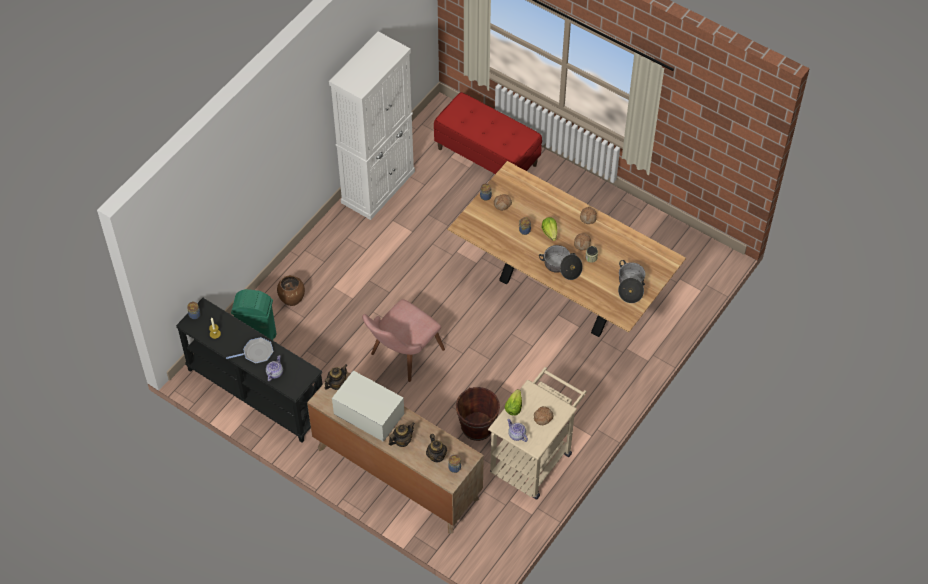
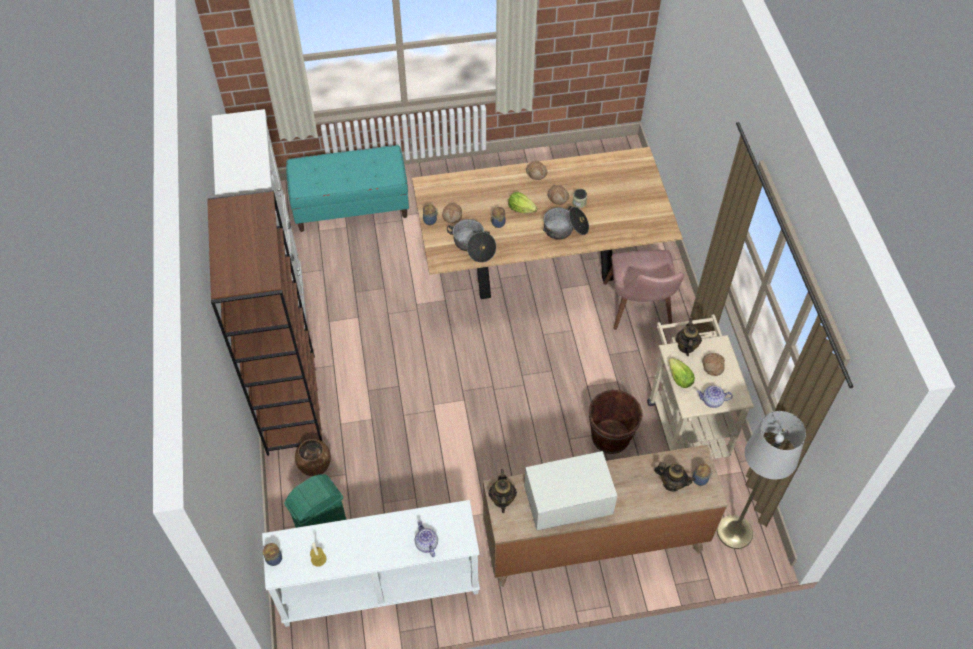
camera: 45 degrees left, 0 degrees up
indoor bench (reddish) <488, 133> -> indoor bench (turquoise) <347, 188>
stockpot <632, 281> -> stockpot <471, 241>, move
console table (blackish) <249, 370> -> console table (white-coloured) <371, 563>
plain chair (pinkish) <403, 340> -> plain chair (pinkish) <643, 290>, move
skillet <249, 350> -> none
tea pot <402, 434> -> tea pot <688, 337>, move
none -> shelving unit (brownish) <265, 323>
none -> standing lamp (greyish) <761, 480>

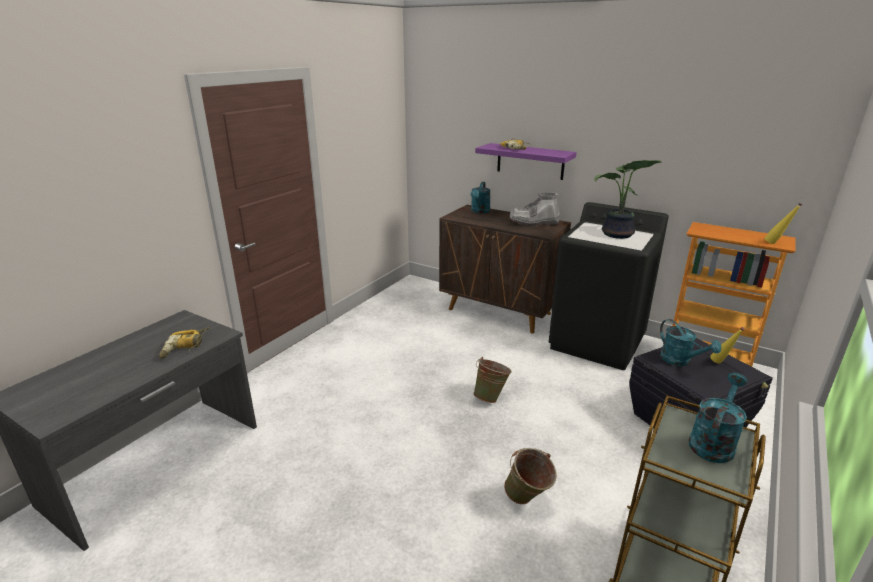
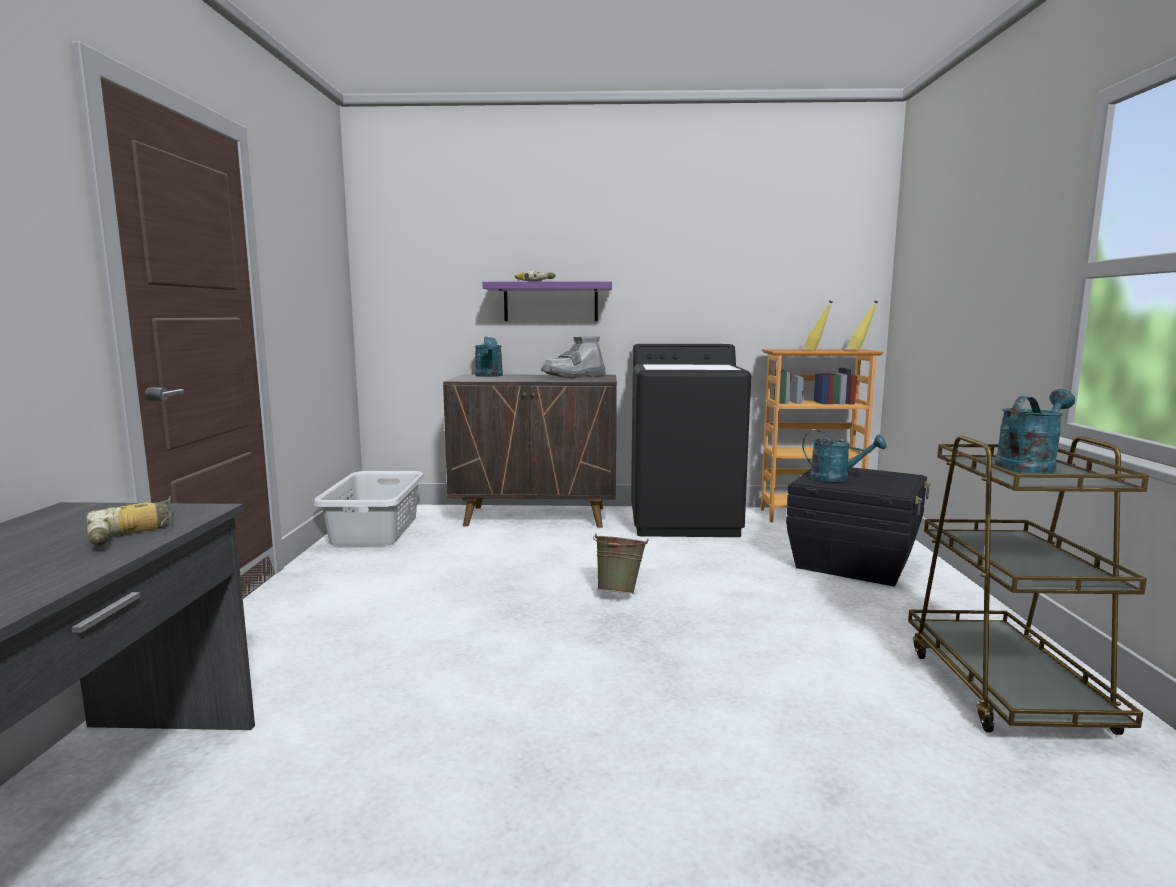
camera: 30 degrees left, 15 degrees down
houseplant <628, 199> -> none
beverage bottle (yellowish) <727, 345> -> beverage bottle (yellowish) <818, 325>, move
sprinkling can (turquoise) <718, 418> -> sprinkling can (turquoise) <1035, 431>, 45 degrees clockwise
bucket (greenish) <530, 476> -> none
none -> washing basket (greyish) <368, 508>

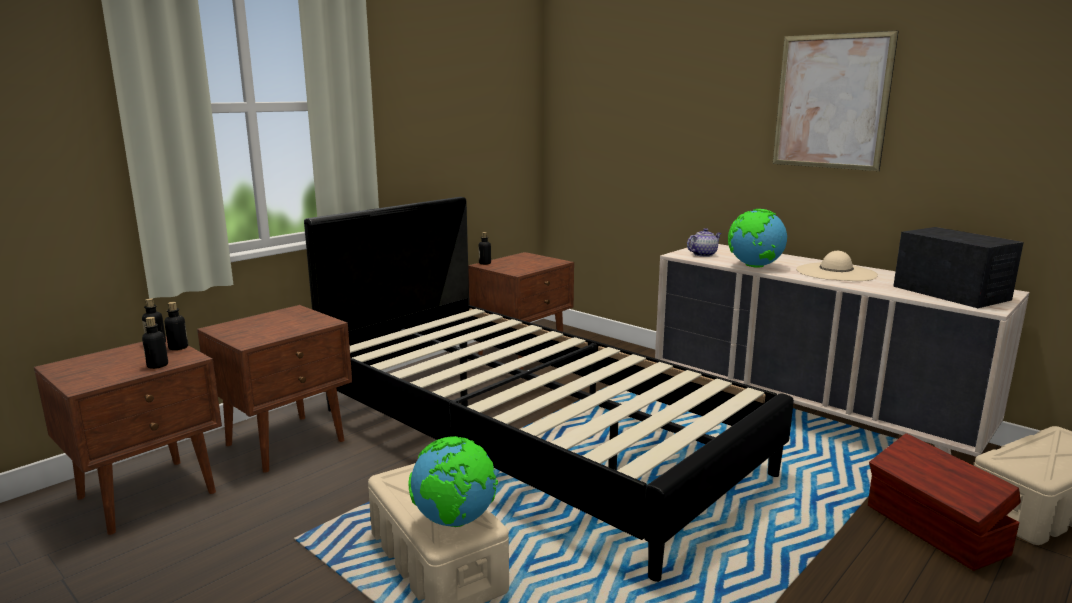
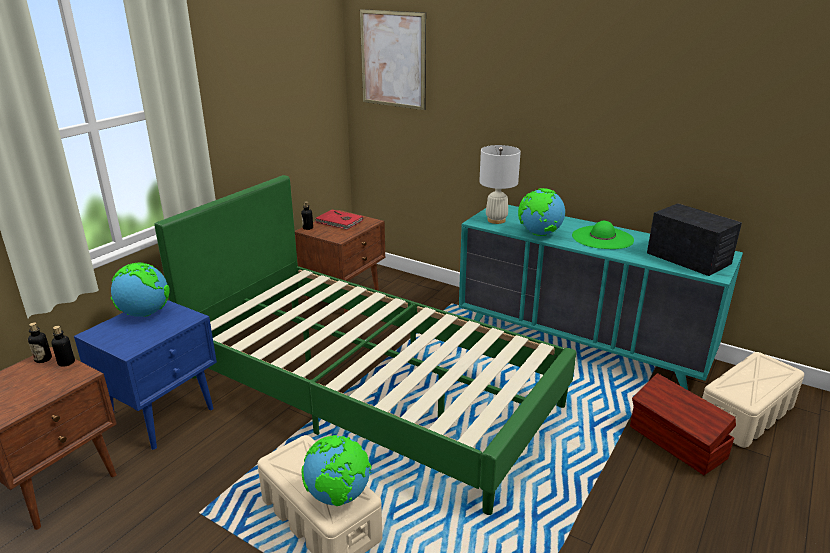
camera: 10 degrees left, 10 degrees up
picture <835, 101> -> picture <393, 59>, move
bedroom bed (blackish) <549, 389> -> bedroom bed (greenish) <365, 345>
tea pot <704, 242> -> tabletop lamp (white-coloured) <500, 184>
dresser (beige-coloured) <842, 350> -> dresser (turquoise) <601, 297>
wearable hat (beige-coloured) <837, 266> -> wearable hat (greenish) <603, 235>
bedside table (brownish) <274, 389> -> bedside table (blue) <145, 375>
beverage bottle <155, 343> -> none
none -> book (reddish) <339, 220>
none -> desk globe <140, 290>

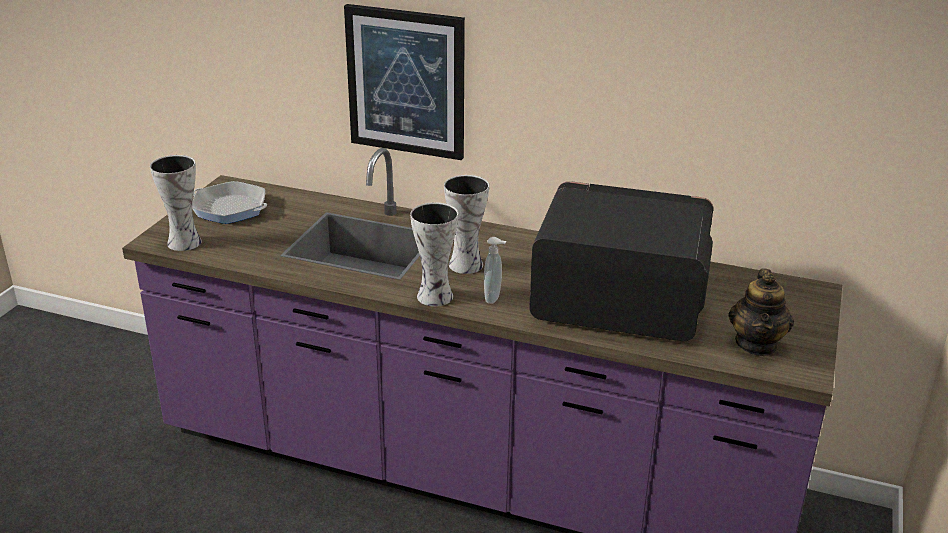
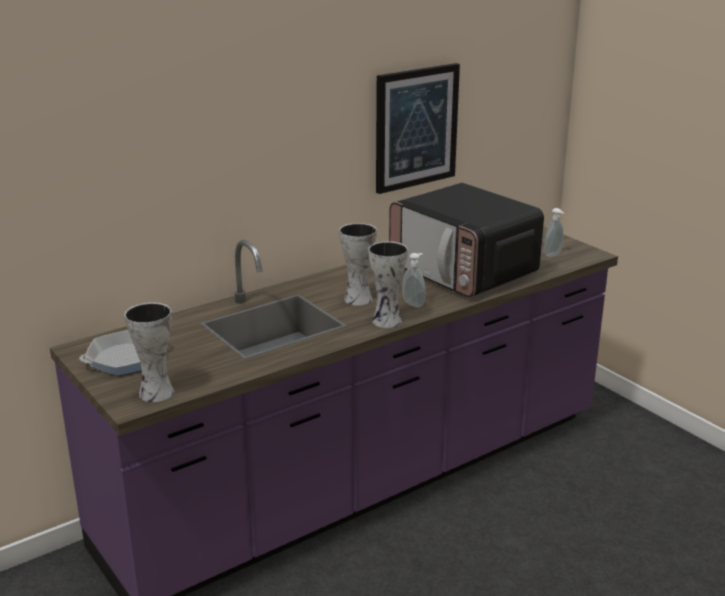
camera: 55 degrees left, 5 degrees down
picture <404, 82> -> picture <418, 128>, move
microwave <621, 261> -> microwave <466, 240>, 90 degrees counterclockwise
tea pot <761, 312> -> soap bottle <554, 232>

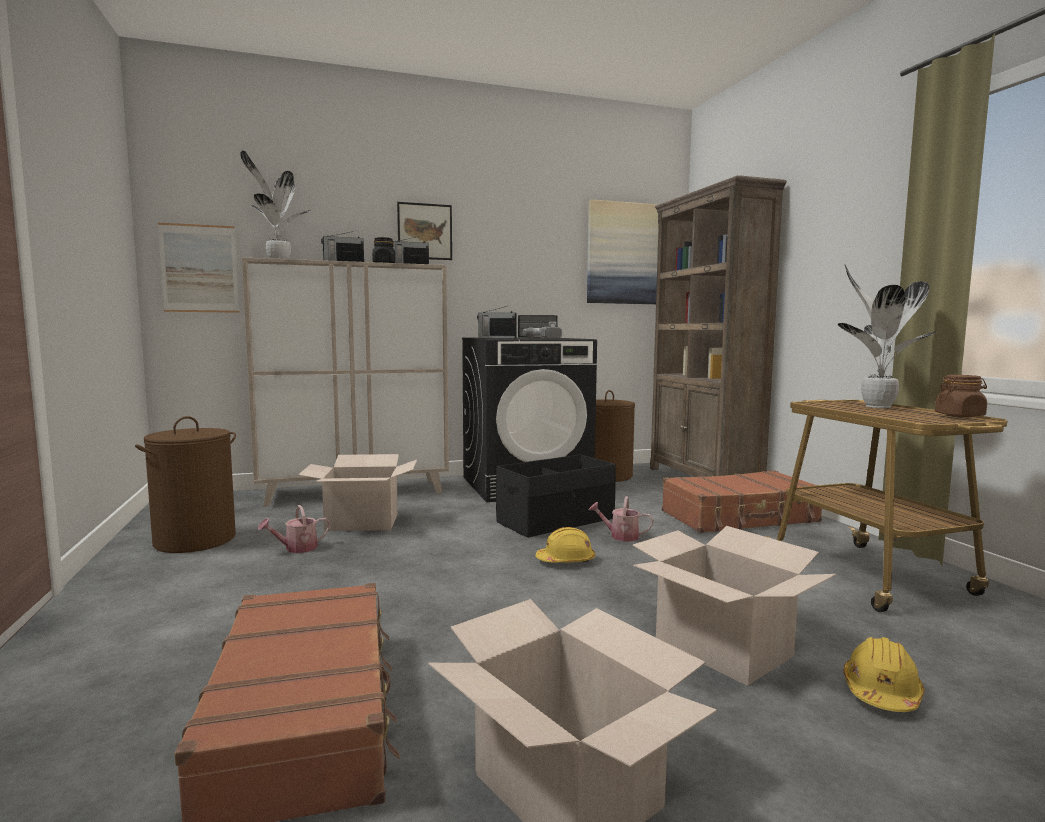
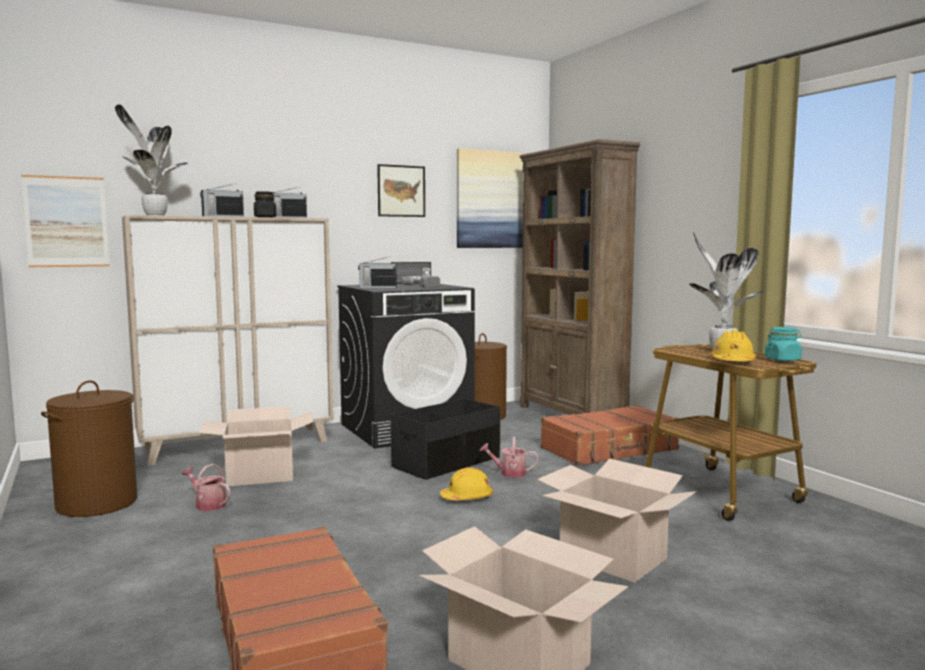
camera: 10 degrees left, 0 degrees up
picture <424, 231> -> picture <401, 190>, move
jar (brownish) <961, 396> -> jar (turquoise) <783, 344>
sprinkling can <294, 529> -> sprinkling can <206, 487>, 75 degrees clockwise
work helmet (yellowish) <884, 674> -> work helmet (yellowish) <733, 345>, move

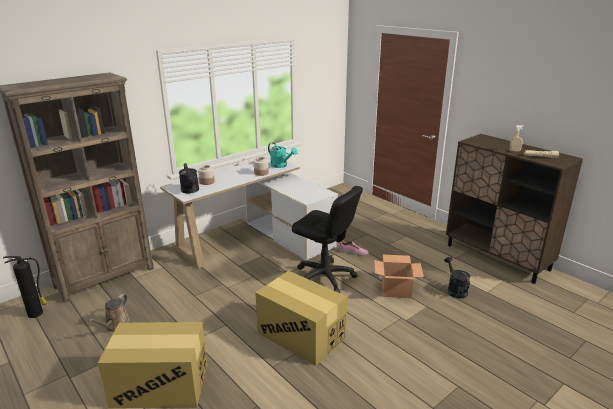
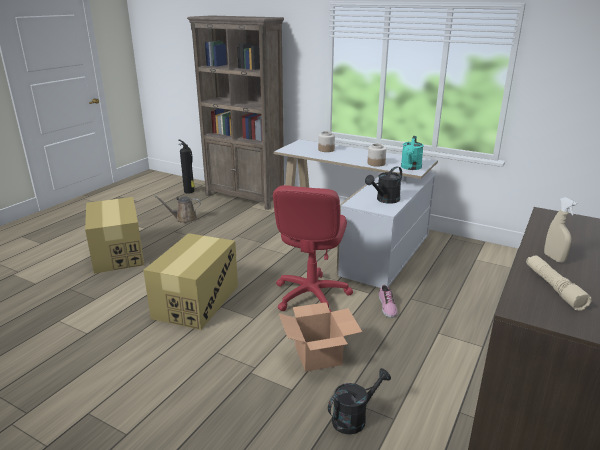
camera: 70 degrees right, 0 degrees up
sprinkling can (blackish) <189, 178> -> sprinkling can (blackish) <383, 185>, move
office chair (blackish) <327, 239> -> office chair (reddish) <313, 248>

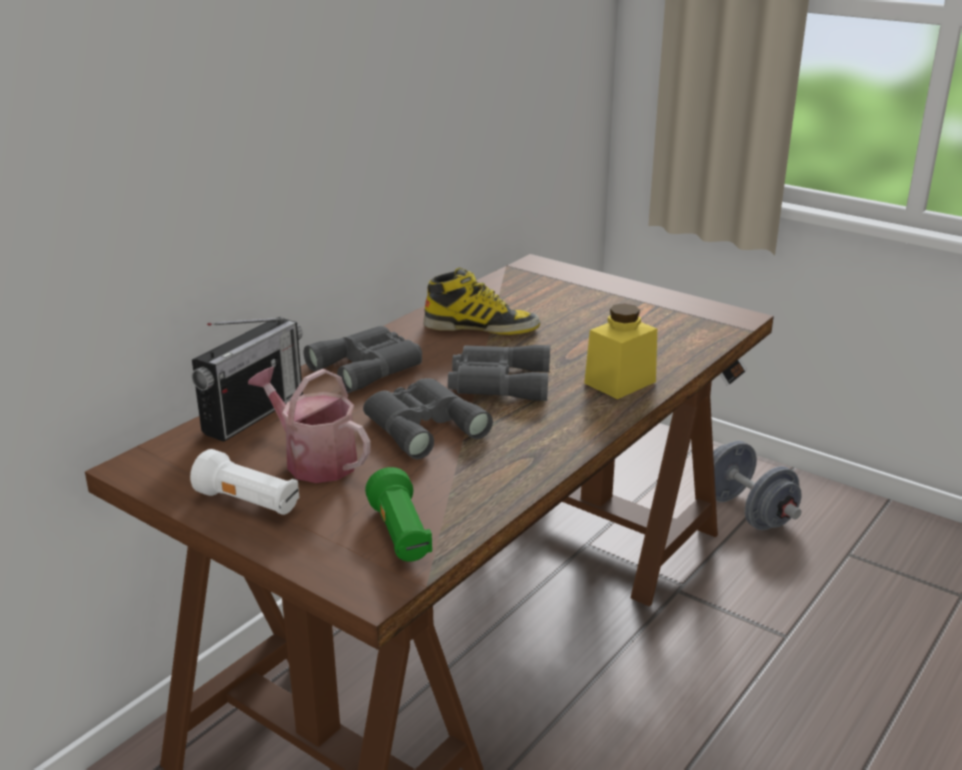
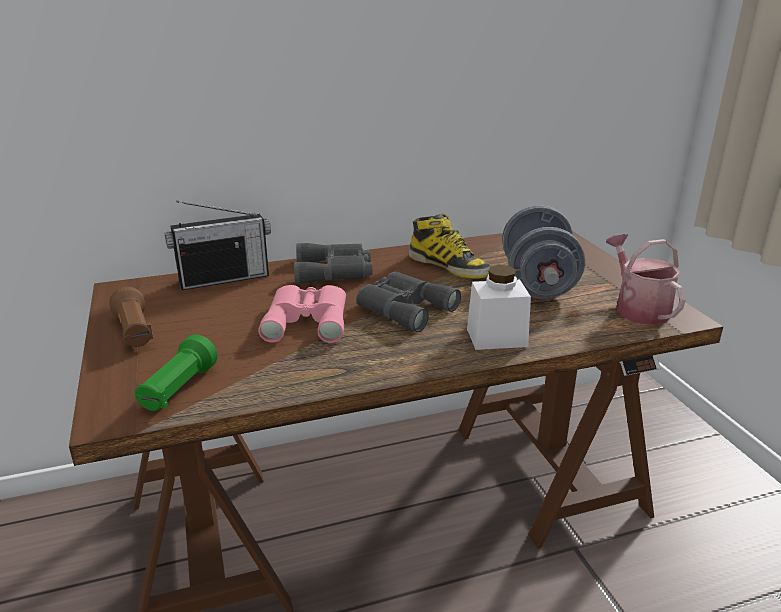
camera: 35 degrees right, 0 degrees up
jar (yellowish) <620, 351> -> jar (white-coloured) <499, 307>
sprinkling can <309, 425> -> sprinkling can <646, 279>, move
binoculars (greyish) <428, 418> -> binoculars (pinkish) <302, 314>
free weight (greyish) <757, 485> -> free weight (greyish) <543, 252>, move
hand torch (white-coloured) <244, 482> -> hand torch (brownish) <131, 317>

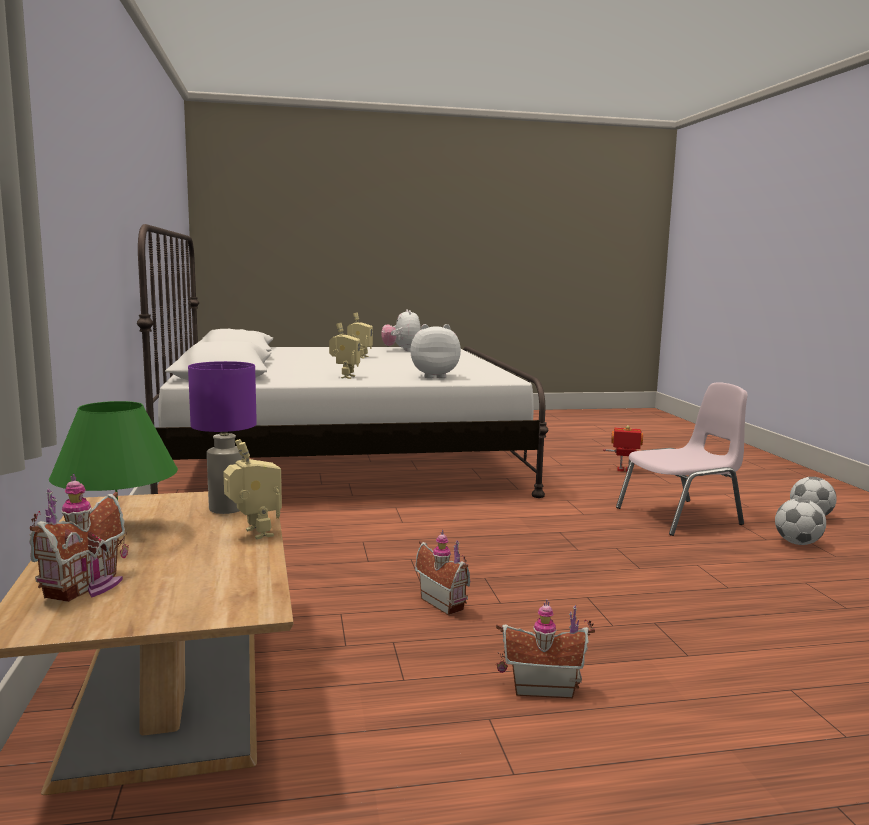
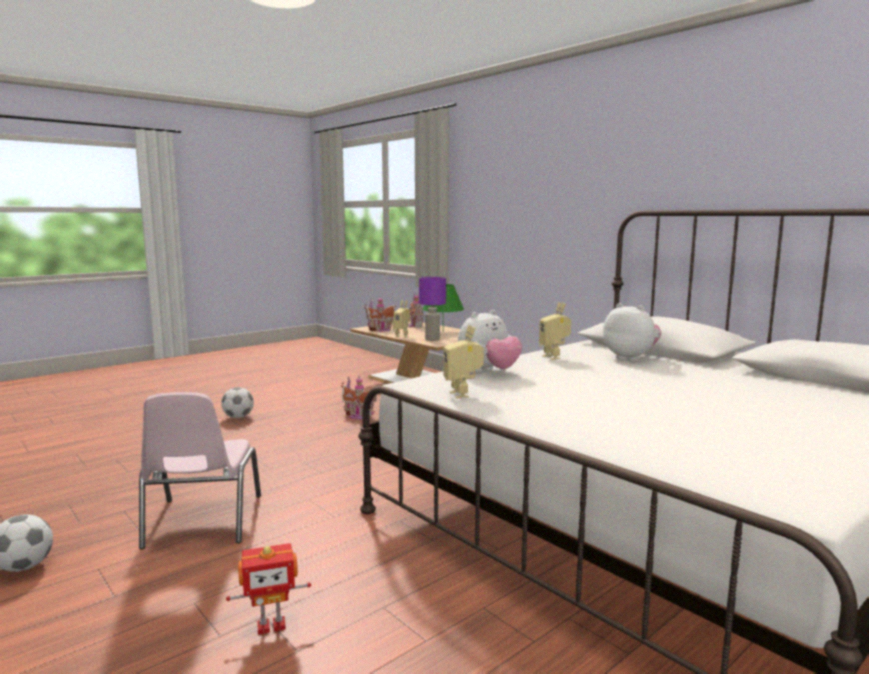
camera: 150 degrees right, 0 degrees up
cuddly toy <401, 330> -> cuddly toy <632, 332>, move
model robot <360, 335> -> model robot <463, 362>, move
plain chair (pinkish) <682, 459> -> plain chair (pinkish) <200, 470>, 45 degrees counterclockwise
football <800, 521> -> football <237, 402>, move
model house <545, 649> -> model house <380, 314>, move

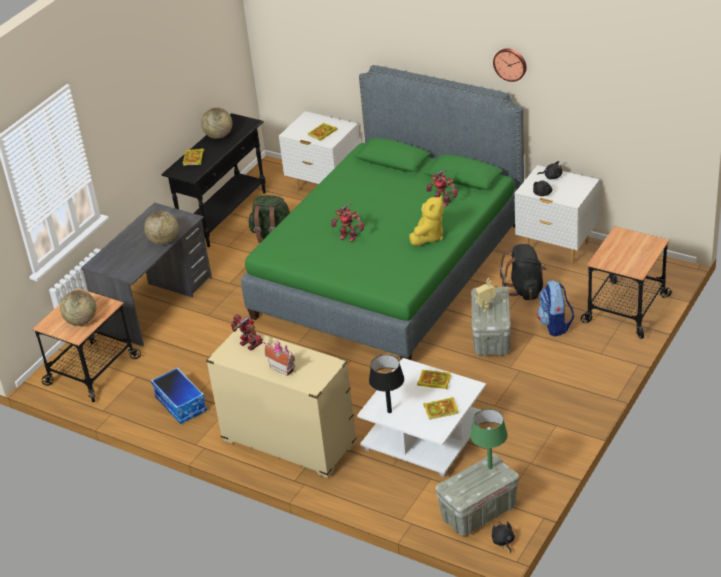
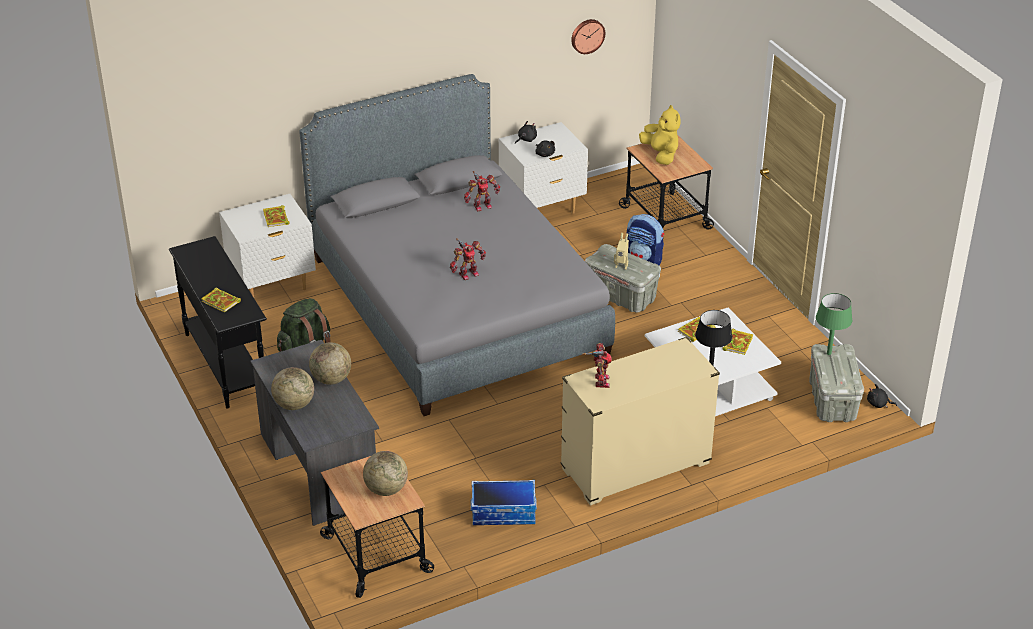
camera: 60 degrees left, 0 degrees up
clock on the wall <510, 65> -> clock on the wall <588, 36>, move
bedroom bed (greenish) <382, 212> -> bedroom bed (greyish) <457, 245>
desk globe <216, 123> -> desk globe <292, 388>, move
cuddly toy (yellowish) <426, 220> -> cuddly toy (yellowish) <660, 135>, move
knapsack (blackish) <523, 272> -> none
model robot <247, 332> -> model robot <597, 365>, 105 degrees clockwise
model house <279, 358> -> none

